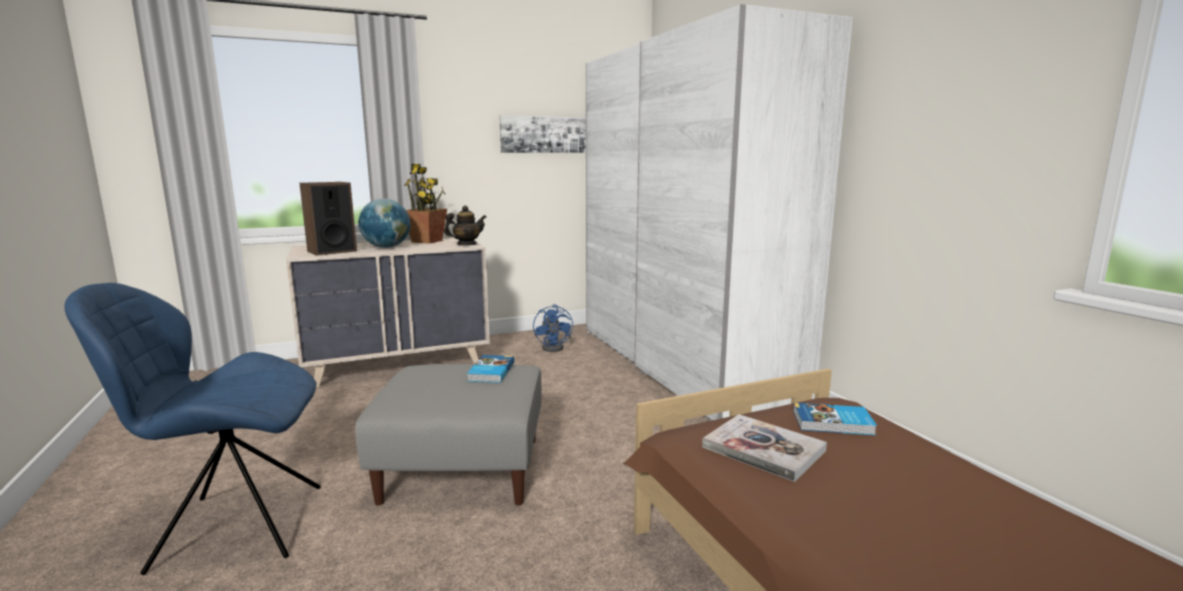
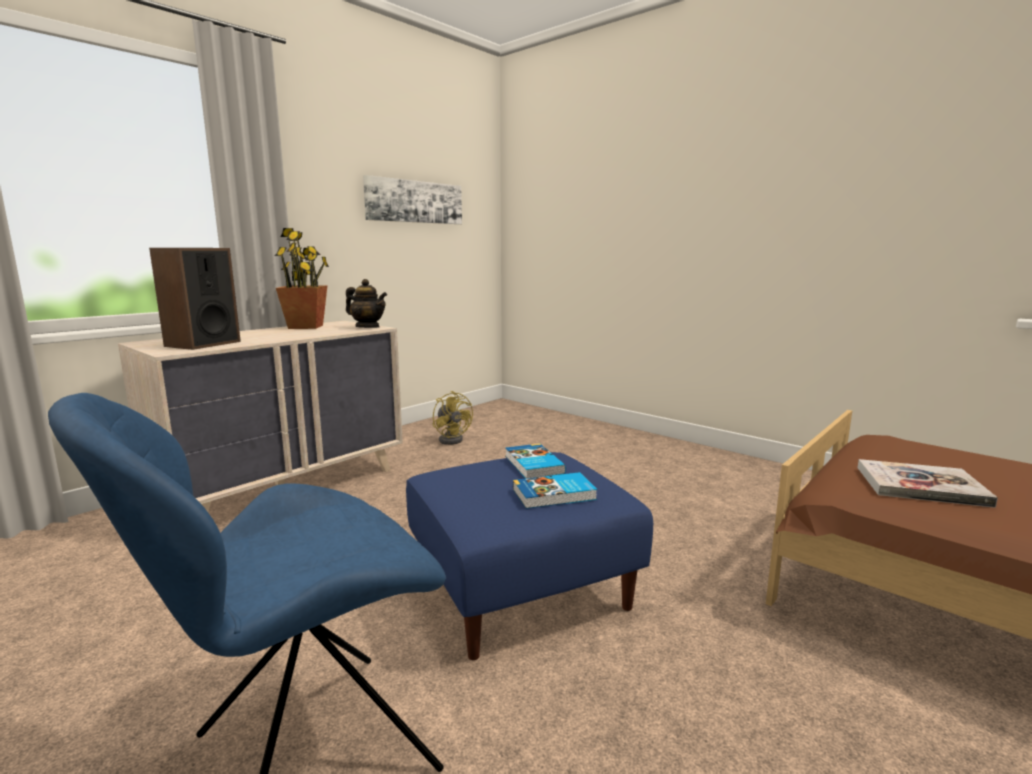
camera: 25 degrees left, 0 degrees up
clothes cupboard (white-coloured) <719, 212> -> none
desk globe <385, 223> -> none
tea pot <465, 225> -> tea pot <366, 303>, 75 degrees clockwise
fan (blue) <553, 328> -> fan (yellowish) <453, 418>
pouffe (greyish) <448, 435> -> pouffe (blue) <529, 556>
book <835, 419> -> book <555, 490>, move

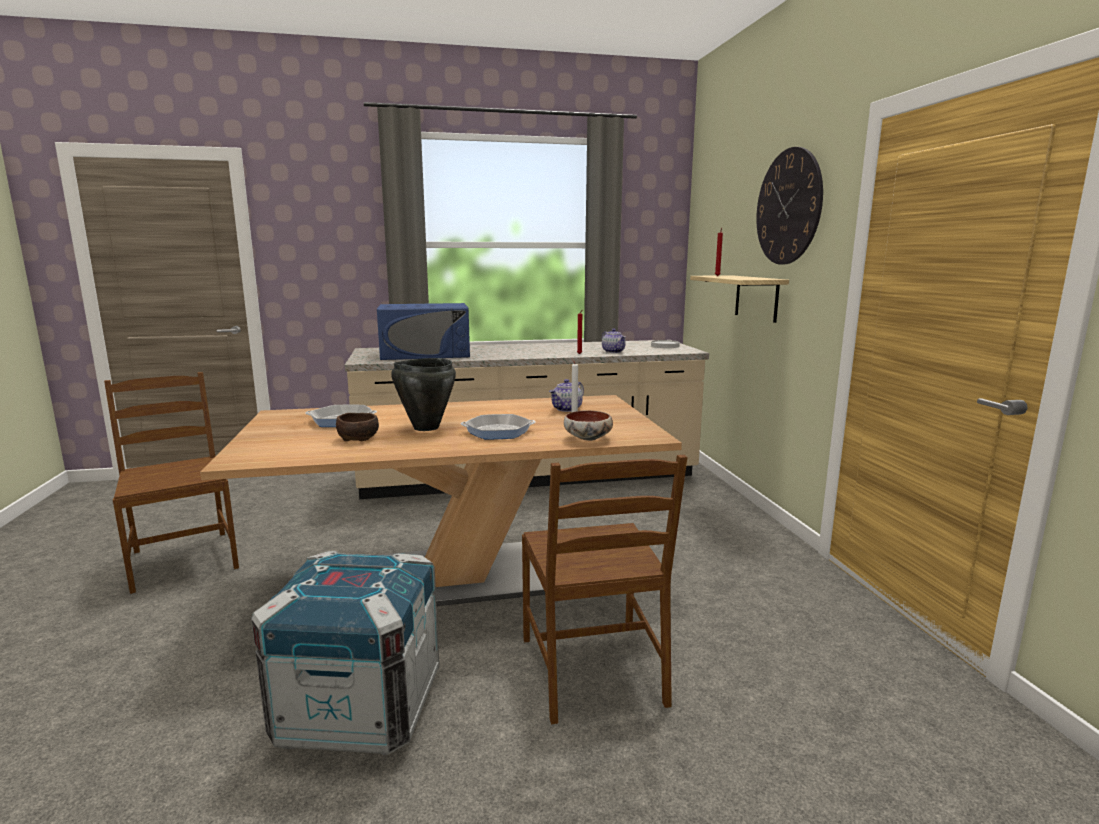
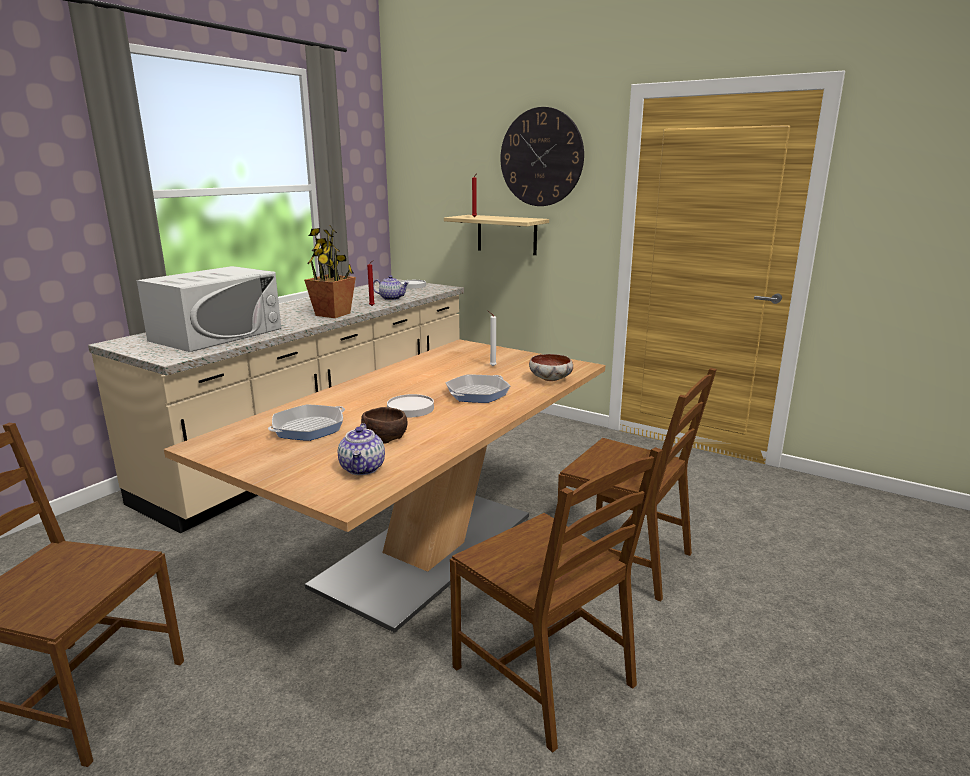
camera: 45 degrees left, 5 degrees up
microwave (blue) <423, 331> -> microwave (white-coloured) <209, 309>
stockpot (blackish) <423, 394> -> flat dish (white-coloured) <410, 405>
tea pot <566, 395> -> tea pot <361, 449>, move
packing crate <345, 653> -> plain chair (brownish) <556, 600>
none -> houseplant <330, 271>

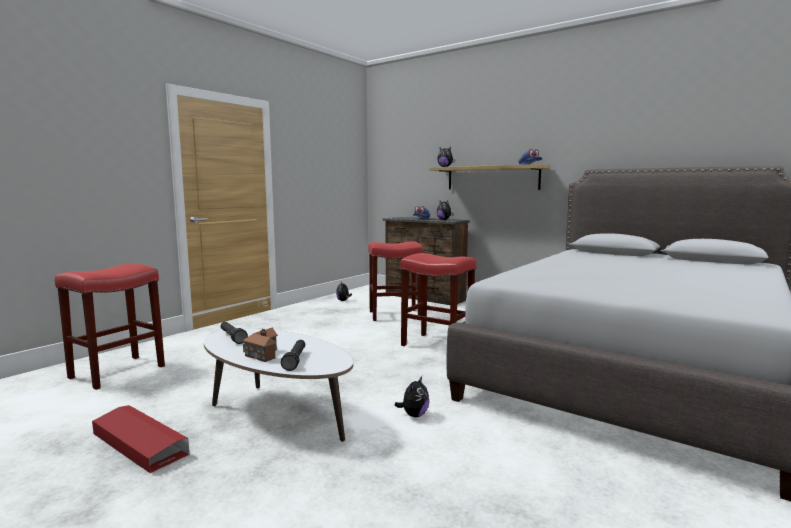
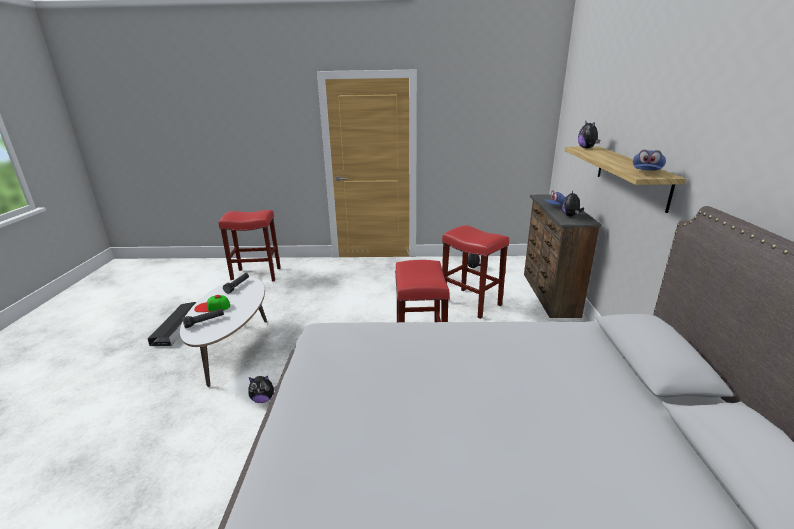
camera: 55 degrees right, 15 degrees up
model house <260, 345> -> cap <212, 303>
storage box (reddish) <141, 439> -> storage box (blackish) <172, 324>

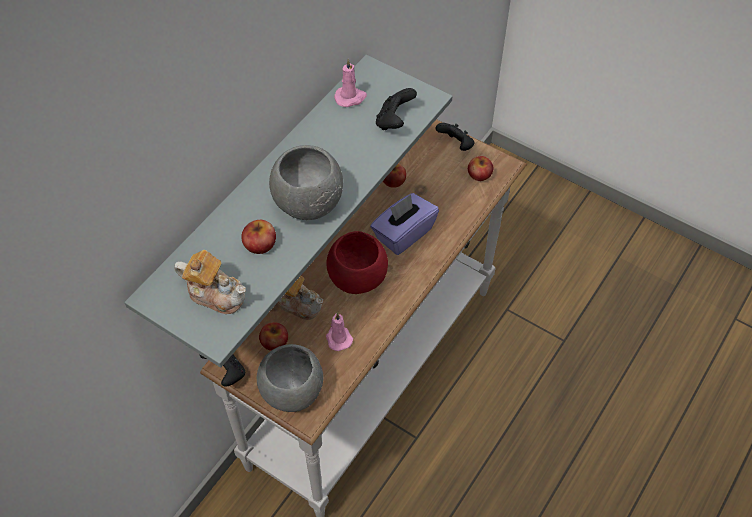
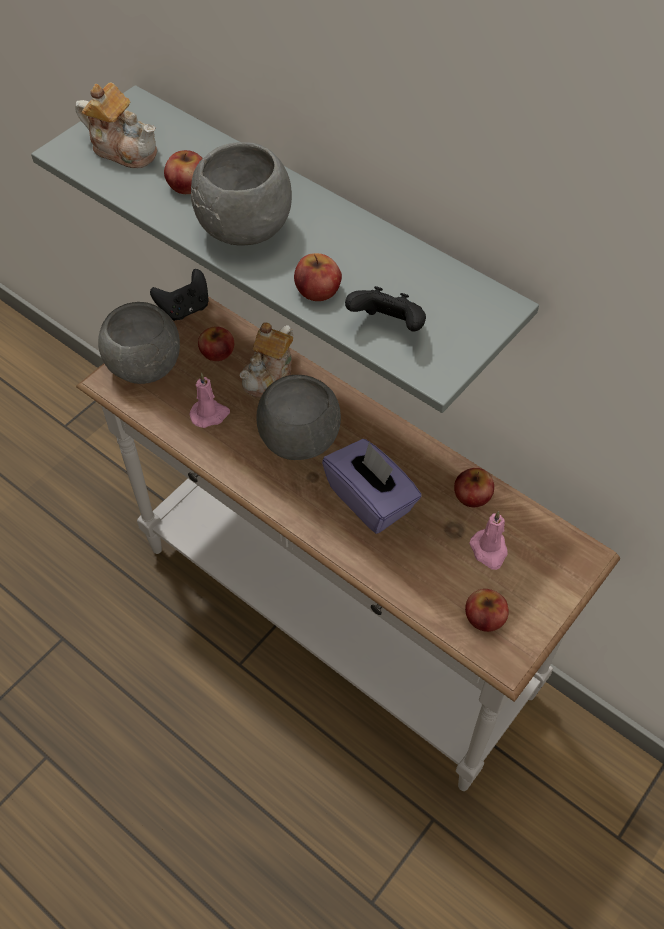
camera: 95 degrees right, 0 degrees up
wax light (pinkish) <350, 82> -> wax light (pinkish) <488, 540>, move
gamepad (blackish) <455, 137> -> none
bowl (reddish) <357, 262> -> bowl (greyish) <298, 417>
tea pot <210, 282> -> tea pot <116, 125>, 90 degrees counterclockwise
none -> whole apple <318, 277>

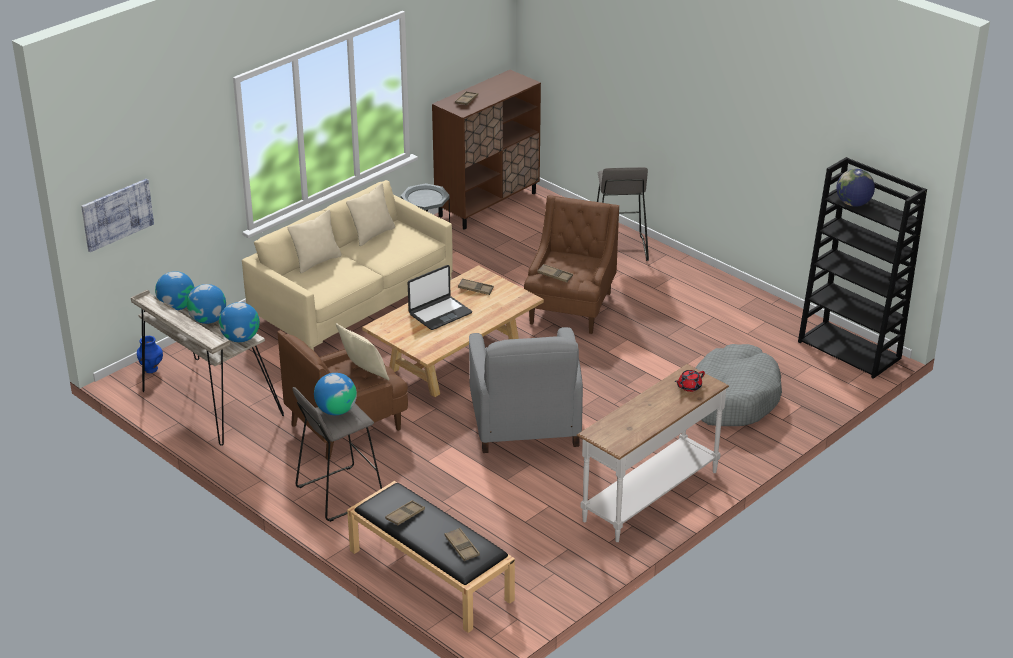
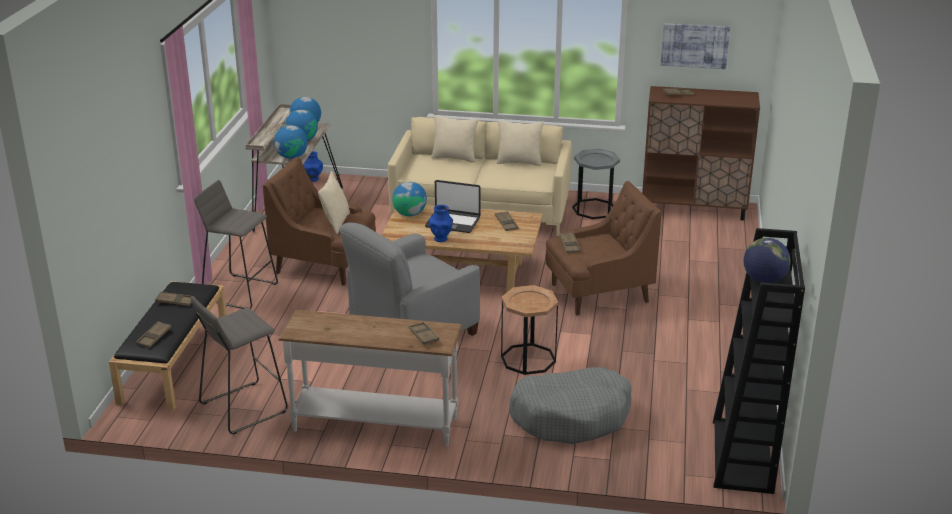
camera: 55 degrees right, 5 degrees down
sitting stool (greyish) <623, 214> -> sitting stool (greyish) <239, 365>, move
picture <117, 215> -> picture <695, 46>, move
tea pot (reddish) <690, 381> -> tray (brownish) <424, 333>
desk globe <335, 394> -> desk globe <409, 199>, move
none -> vase (blue) <441, 223>
none -> accent table (brownish) <529, 330>

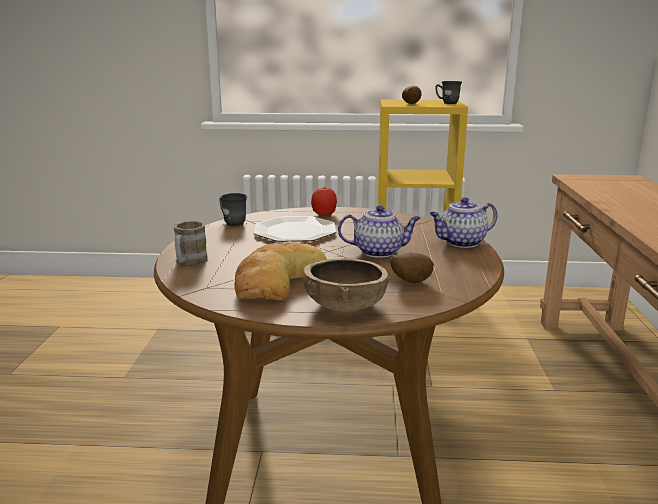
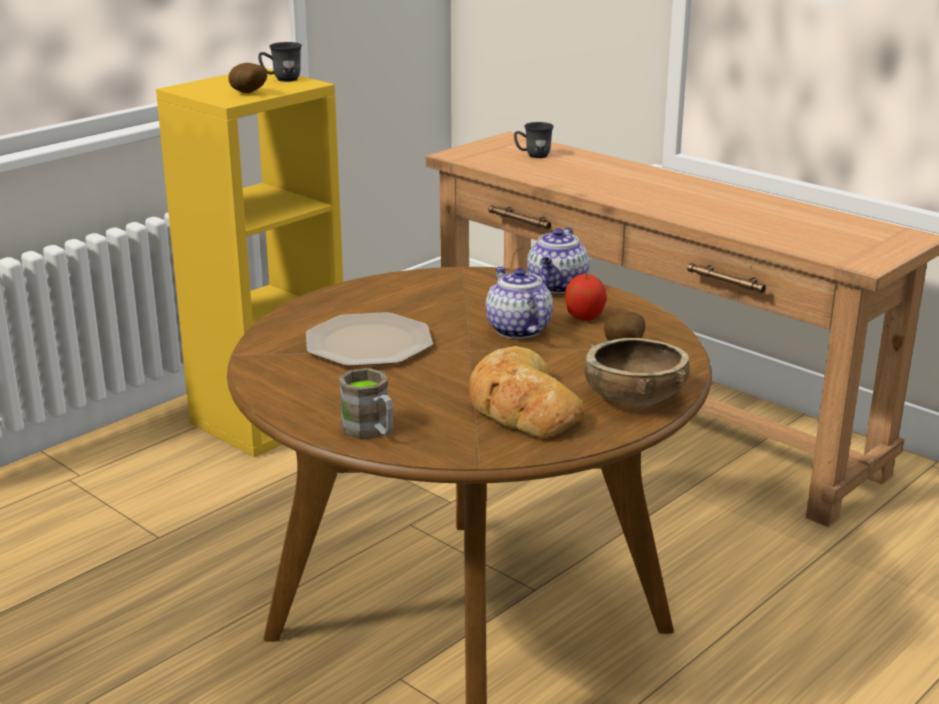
camera: 50 degrees left, 5 degrees up
whole apple <324, 201> -> whole apple <586, 297>, move
coffee mug (greyish) <233, 209> -> coffee mug (greyish) <534, 140>, move
tea pot <379, 231> -> tea pot <519, 303>, 60 degrees counterclockwise

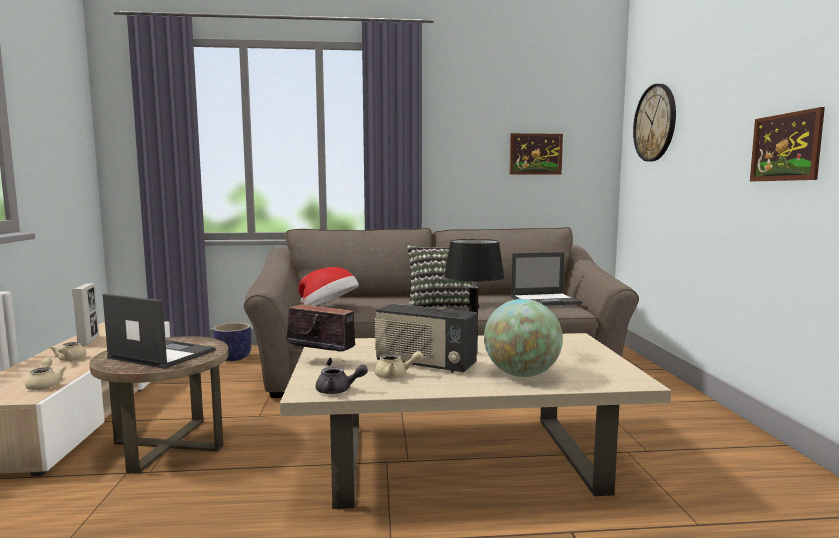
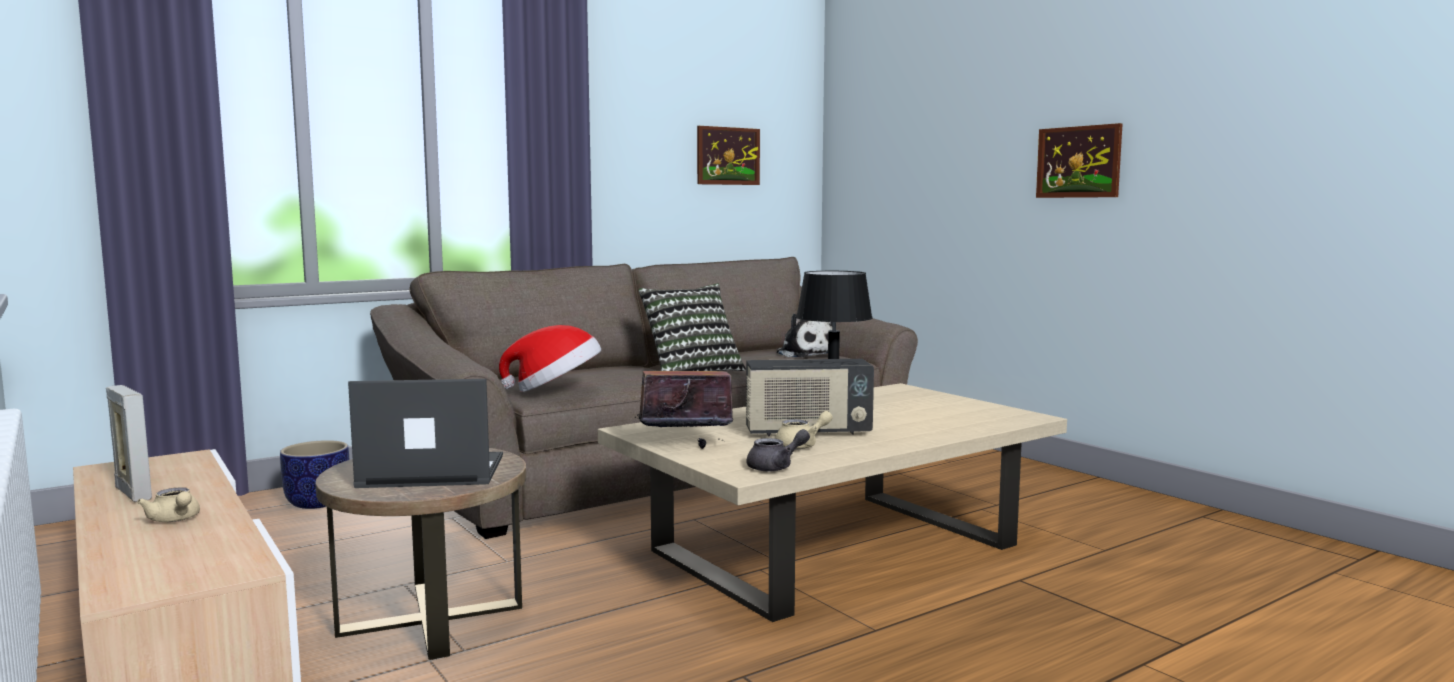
camera: 30 degrees left, 0 degrees up
clock on the wall <654, 123> -> none
portable computer <546, 279> -> cuddly toy <804, 336>
desk globe <523, 338> -> none
tea pot (beige-coloured) <46, 374> -> none

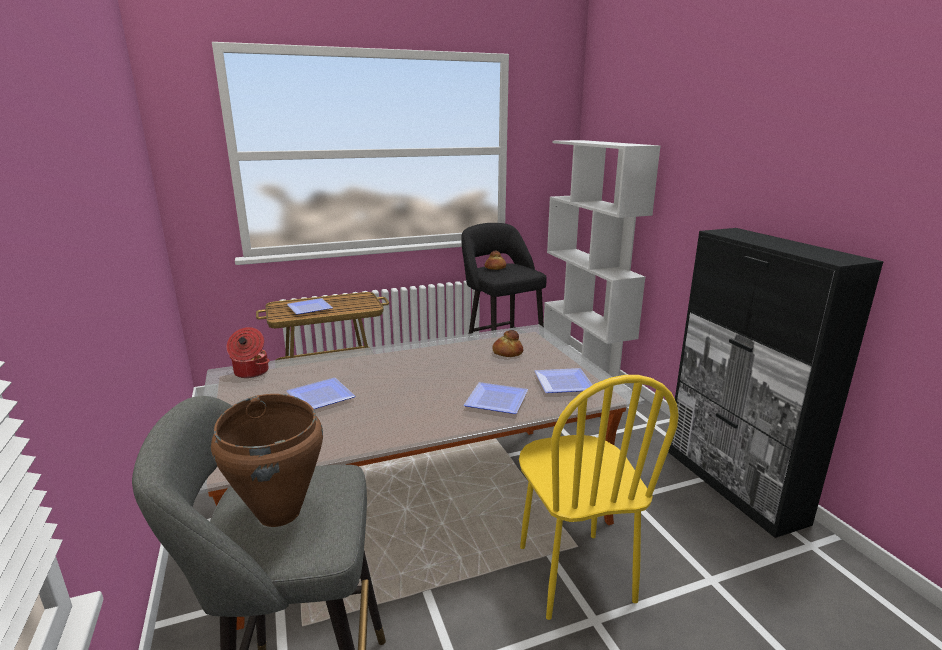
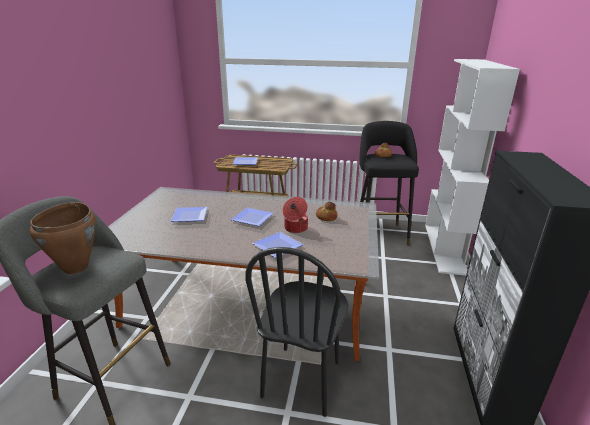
camera: 30 degrees right, 5 degrees up
stockpot <248, 352> -> stockpot <295, 215>, move
flat dish <563, 380> -> flat dish <252, 216>, move
plain chair (yellowish) <599, 497> -> plain chair (blackish) <296, 332>

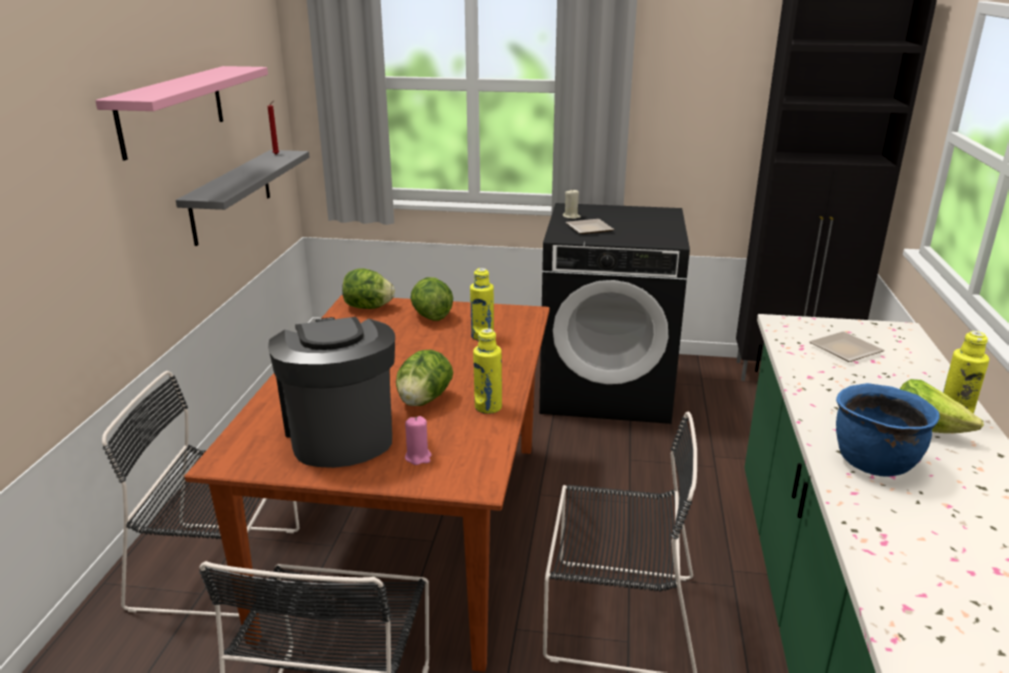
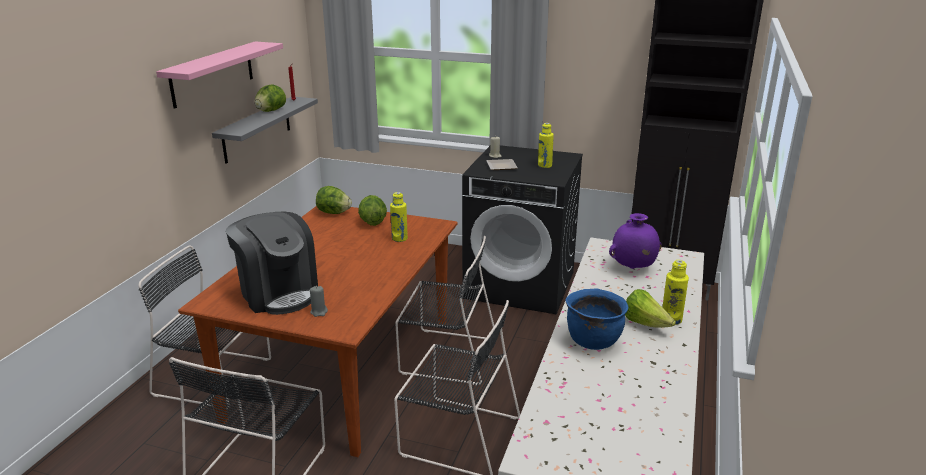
camera: 10 degrees right, 0 degrees up
coffee maker <331, 392> -> coffee maker <272, 263>, 150 degrees clockwise
beverage bottle (yellowish) <487, 371> -> beverage bottle (yellowish) <546, 145>, move
flat dish <846, 347> -> vase (purple-coloured) <635, 241>
lettuce head <424, 378> -> lettuce head <270, 98>, move
wax light (pinkish) <418, 440> -> wax light (greyish) <319, 301>
none -> plain chair (blackish) <444, 310>

